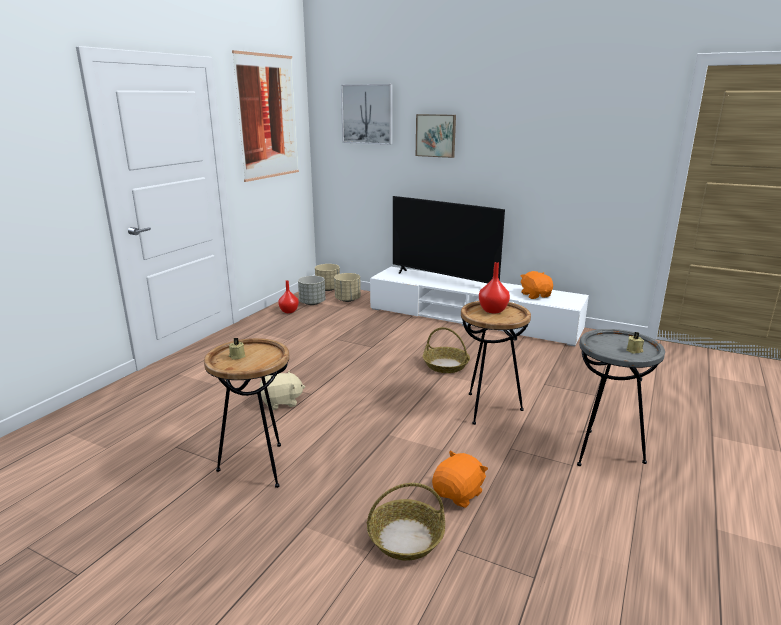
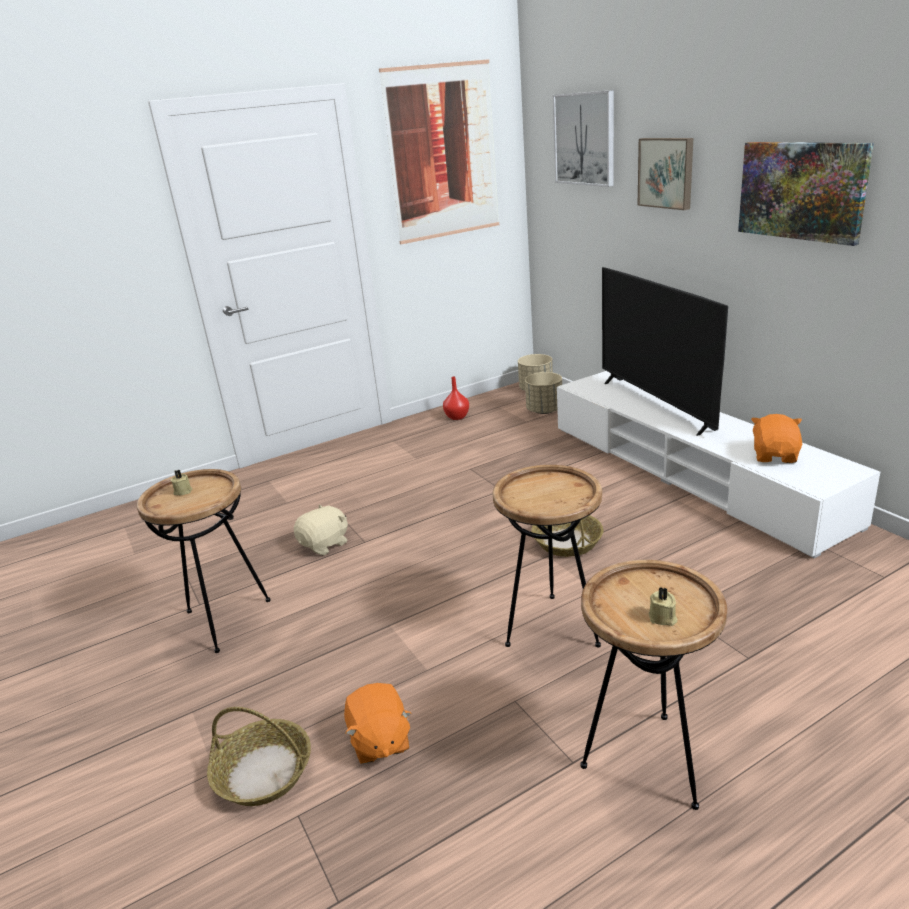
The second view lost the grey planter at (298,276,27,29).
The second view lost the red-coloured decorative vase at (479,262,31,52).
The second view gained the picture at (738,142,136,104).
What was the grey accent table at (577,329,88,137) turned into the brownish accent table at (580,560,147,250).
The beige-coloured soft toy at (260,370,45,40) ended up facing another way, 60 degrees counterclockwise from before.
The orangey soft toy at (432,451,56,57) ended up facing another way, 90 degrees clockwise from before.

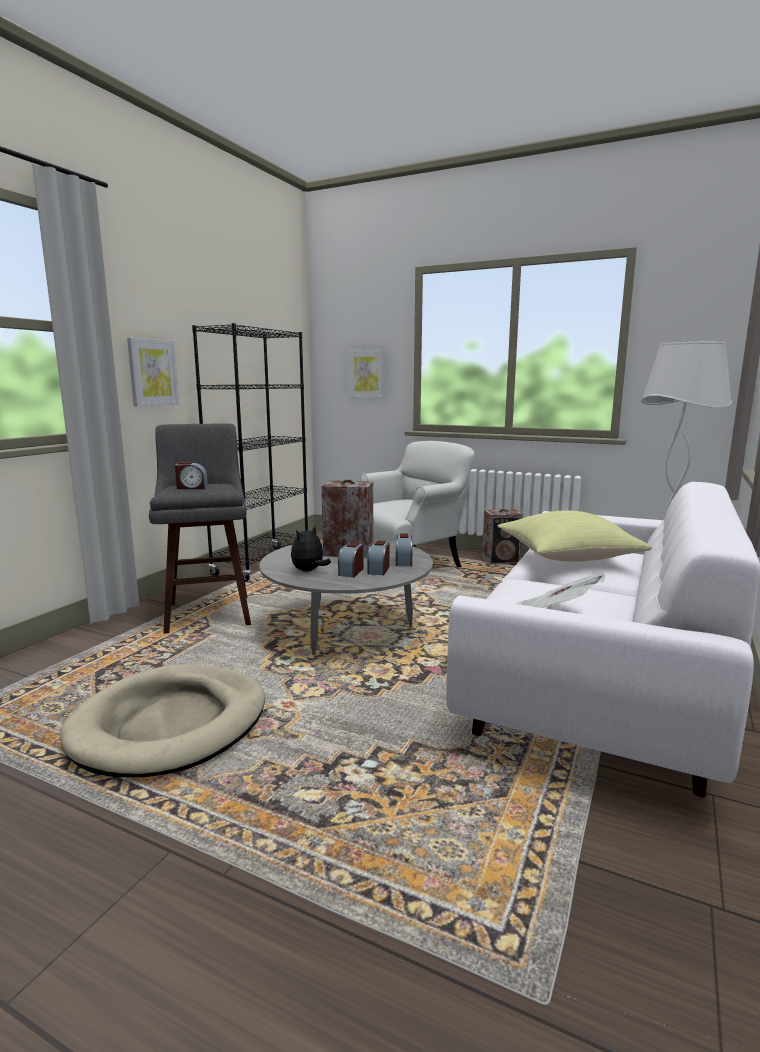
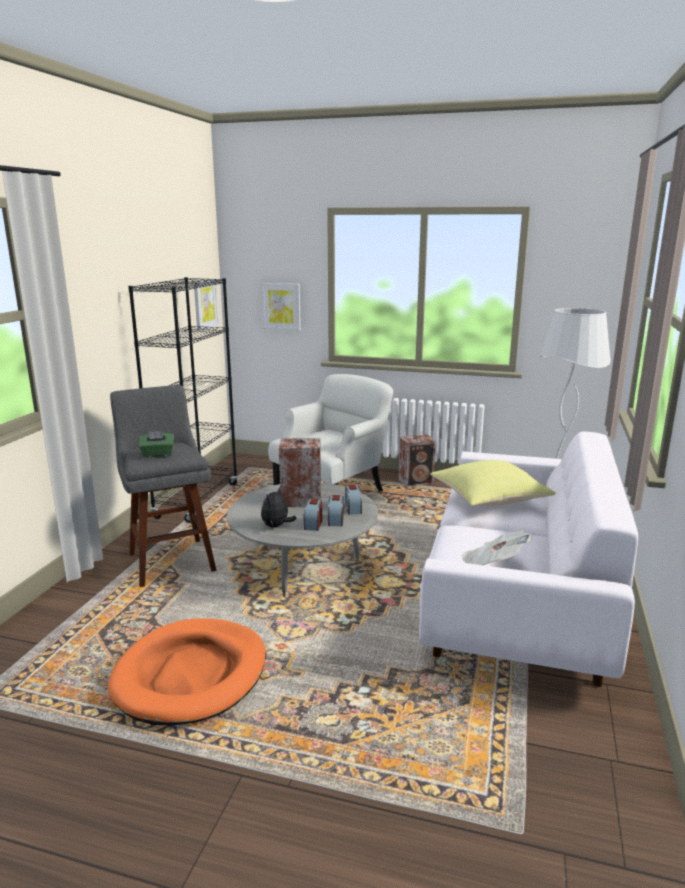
The picture ended up elsewhere, having gone from (127,338,52,69) to (194,279,25,52).
Where the table clock stood at (175,462,33,27), the greenish box of tissues came to stand at (139,431,35,27).
What was the beige-coloured pet bed at (60,664,205,113) turned into the orangey pet bed at (108,618,158,108).

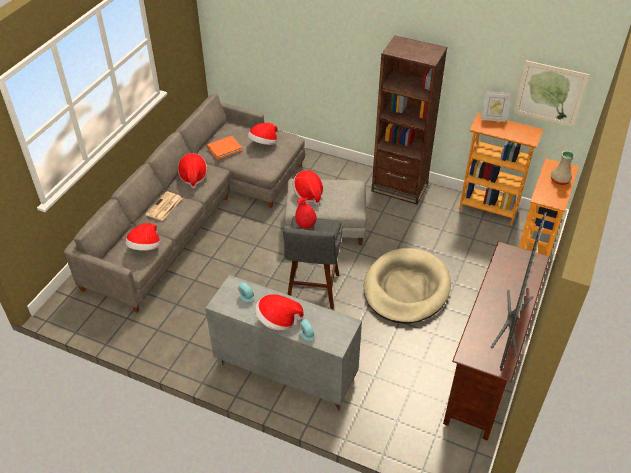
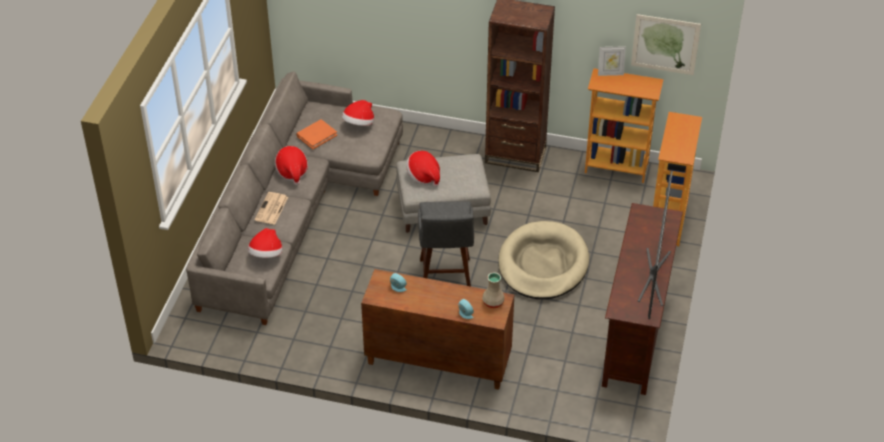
The second view lost the wearable hat at (255,294,49,37).
The second view lost the red-coloured decorative vase at (295,198,21,31).
The beige-coloured decorative vase ended up elsewhere, having gone from (551,151,23,34) to (482,272,23,36).
What was the grey cupboard at (205,275,157,136) turned into the brownish cupboard at (361,269,153,121).

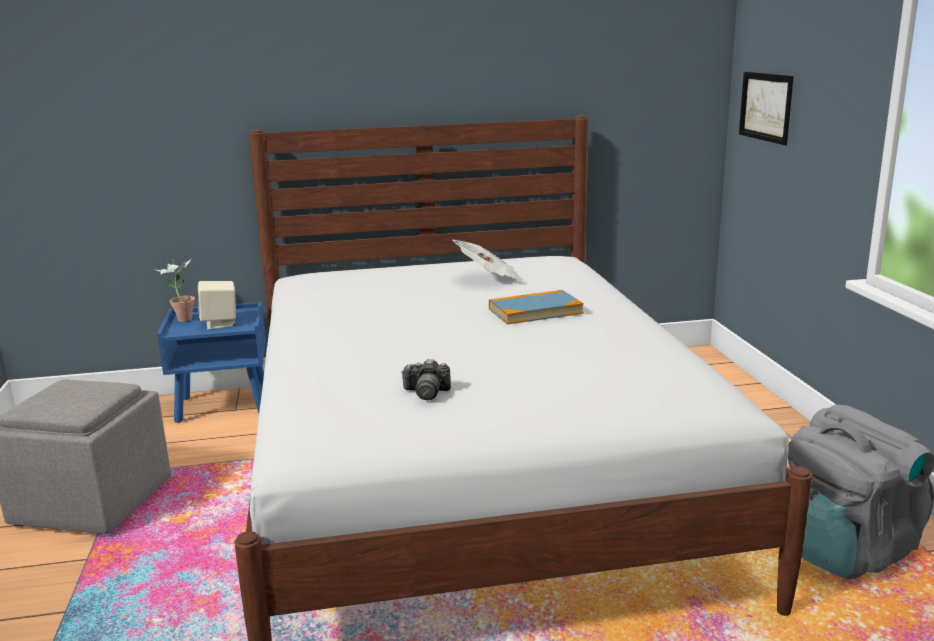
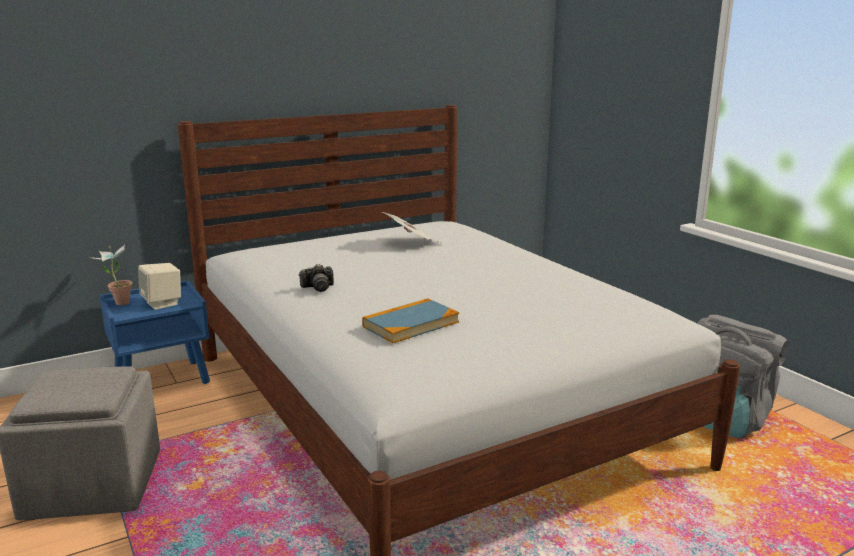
The second view lost the picture at (739,72,55,73).
The still camera ended up elsewhere, having gone from (401,359,50,41) to (299,264,35,28).
The volume ended up elsewhere, having gone from (489,290,95,35) to (362,298,97,45).

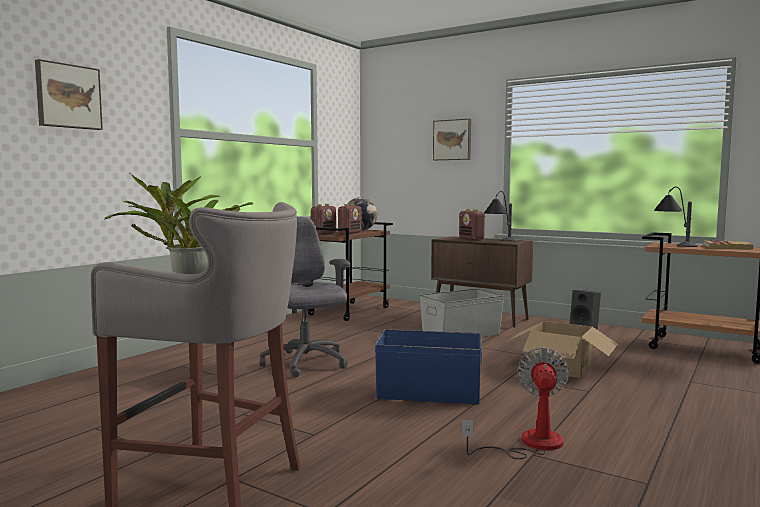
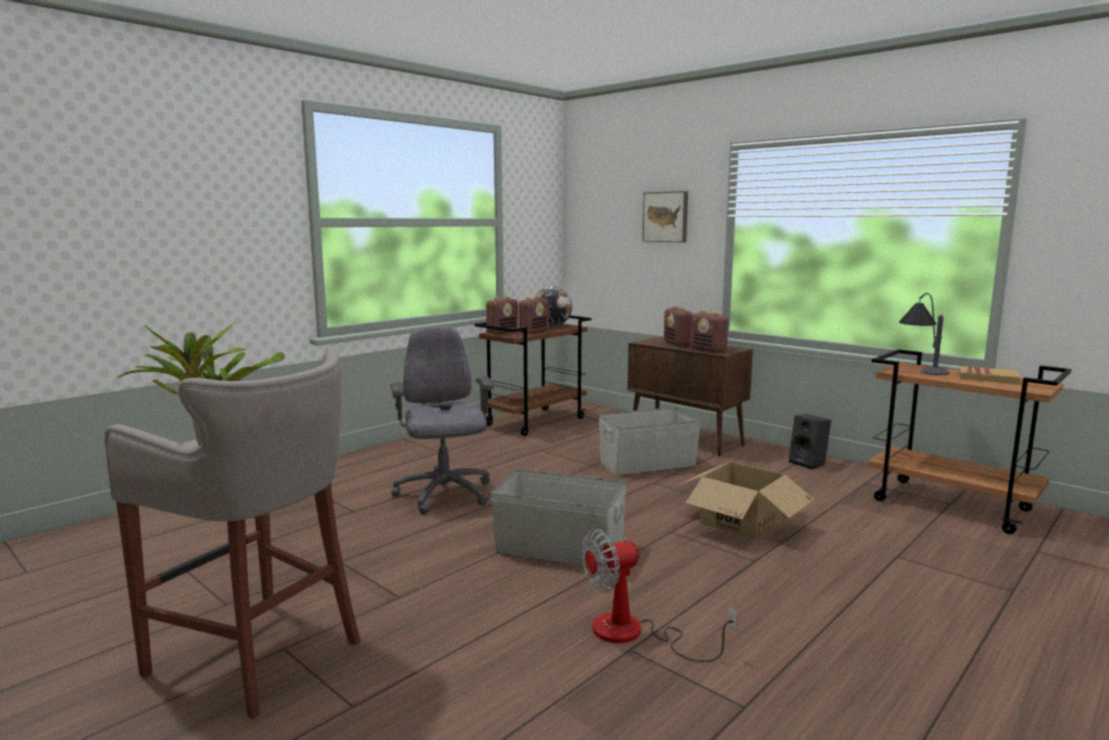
The second view lost the picture at (35,59,68,71).
Where the lamp for a table stood at (484,191,34,50), the radio receiver came to stand at (691,310,38,43).
What was the blue-coloured storage box at (375,329,107,75) turned into the grey storage box at (491,469,135,98).
The electric fan at (461,347,108,112) ended up facing another way, 135 degrees counterclockwise from before.

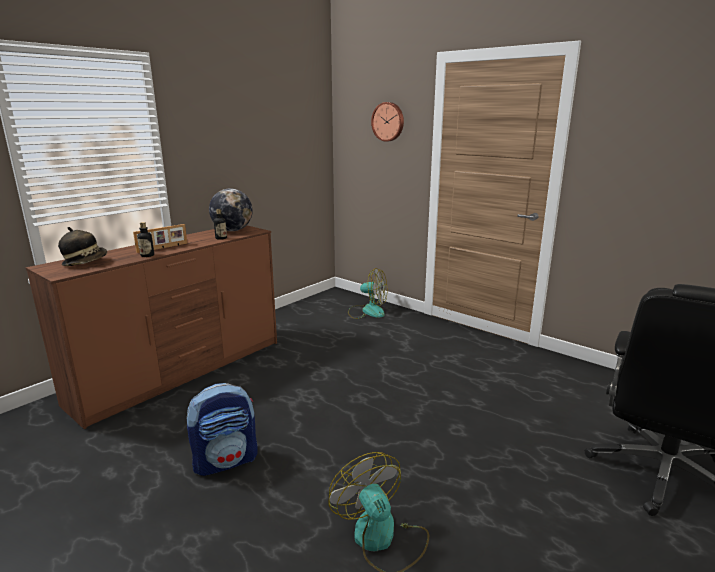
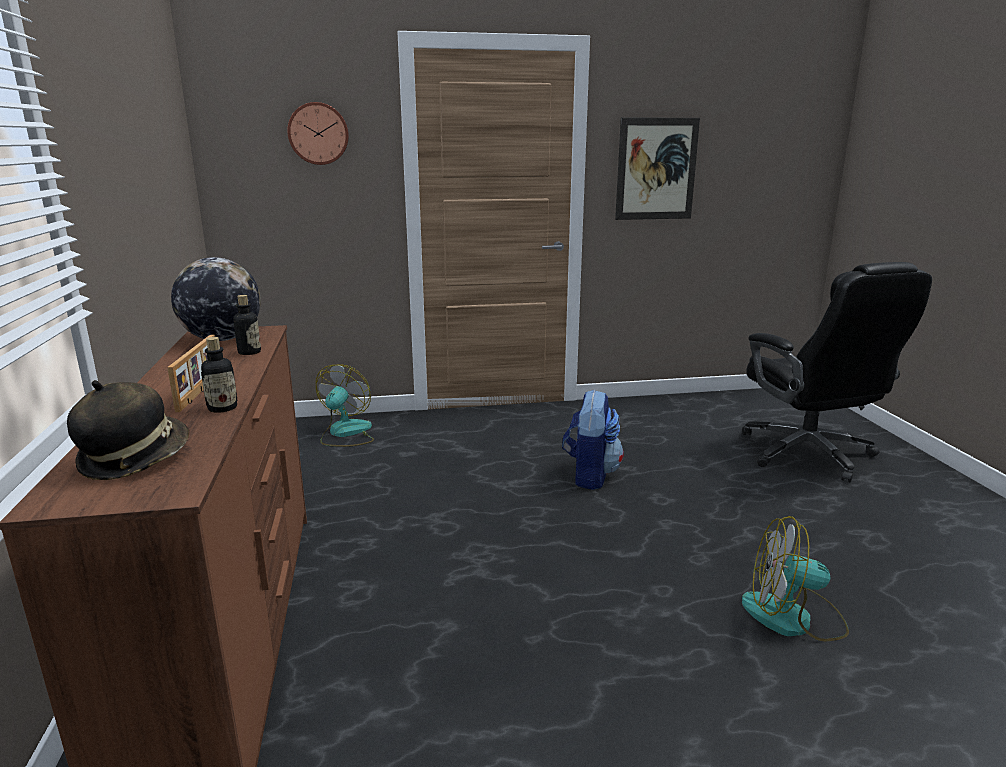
The second view gained the picture at (615,117,85,103).
The knapsack ended up elsewhere, having gone from (186,383,72,93) to (562,390,62,100).
The electric fan at (348,268,39,51) ended up facing another way, 45 degrees counterclockwise from before.

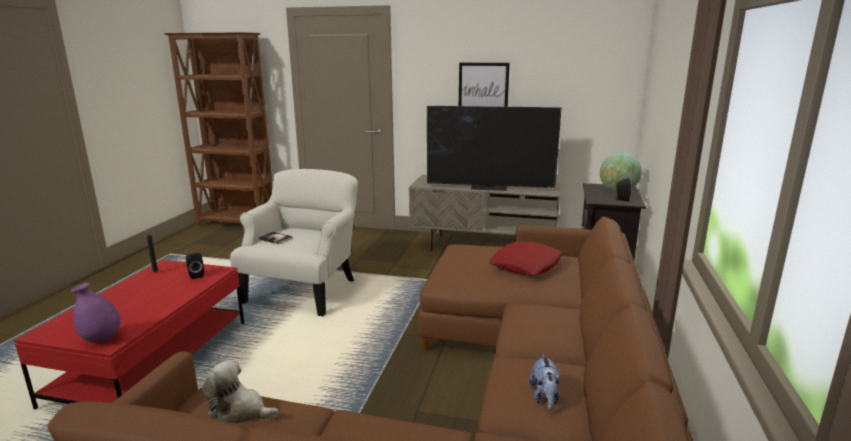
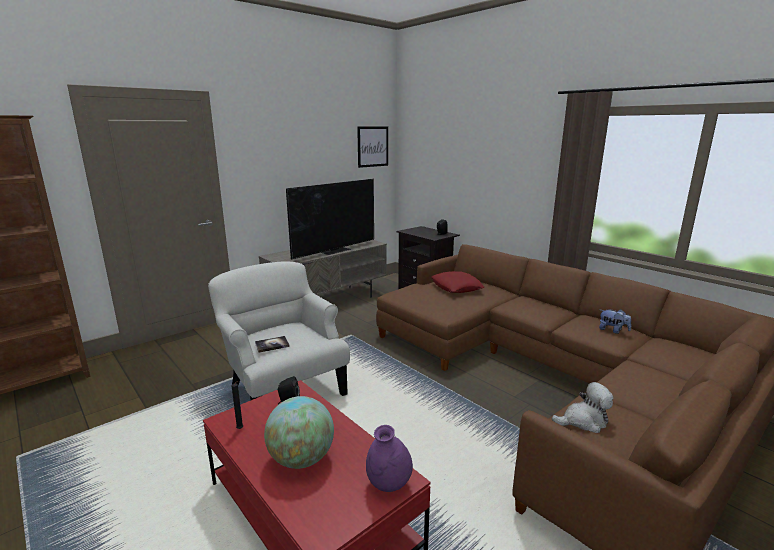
The picture ended up elsewhere, having gone from (459,63,51,44) to (357,127,31,41).
The globe ended up elsewhere, having gone from (600,153,42,39) to (264,396,70,73).
The soft toy at (202,361,77,63) ended up facing another way, 150 degrees counterclockwise from before.

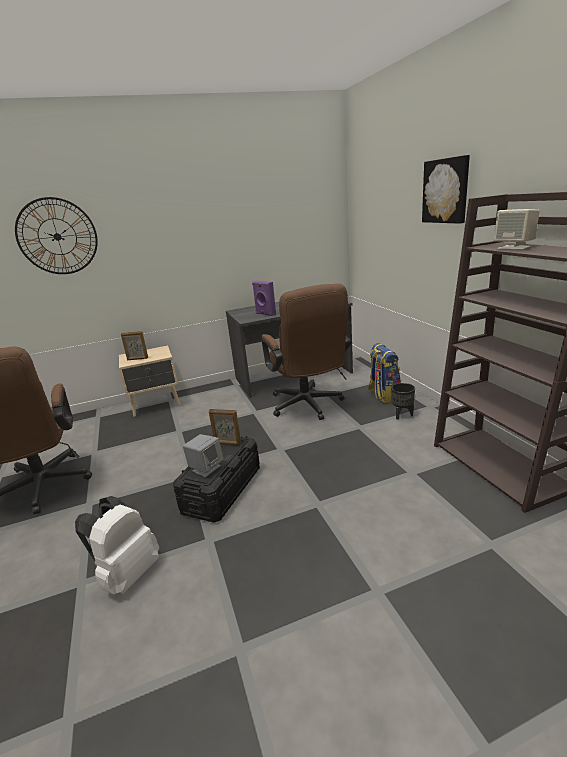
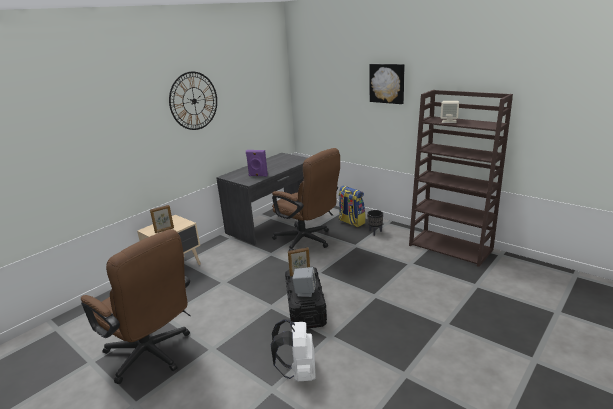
The wall clock ended up elsewhere, having gone from (15,197,83,77) to (169,72,48,58).

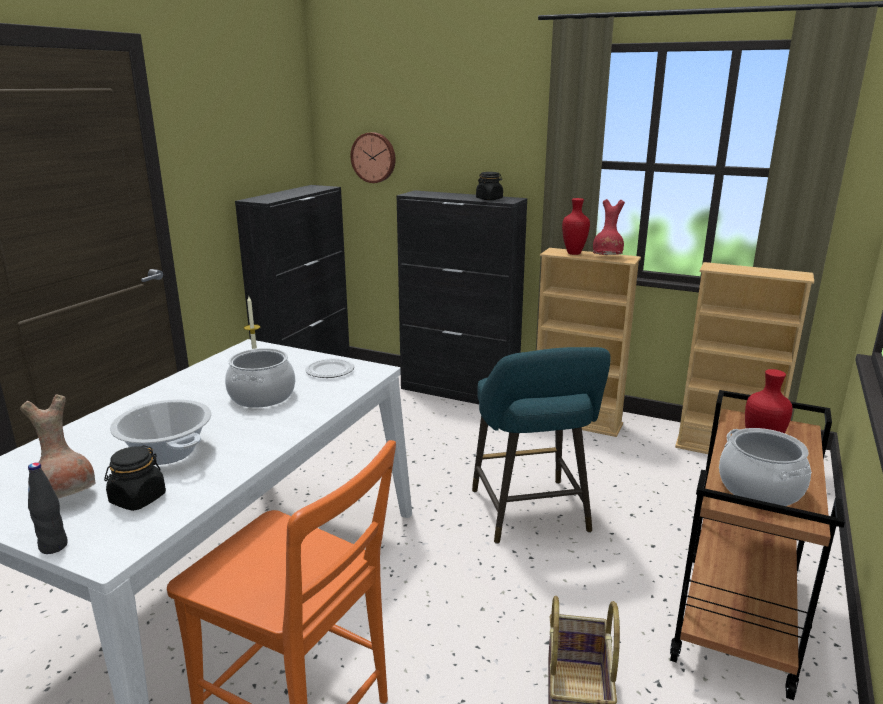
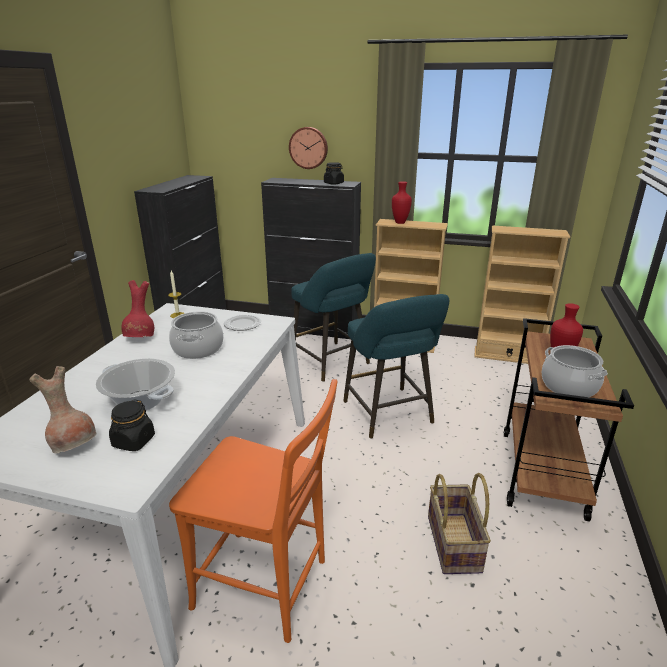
The second view lost the blackish bottle at (28,462,40,92).
The second view gained the turquoise stool at (291,253,85,129).
The wall clock ended up elsewhere, having gone from (350,132,46,51) to (289,127,39,42).
The red-coloured decorative vase ended up elsewhere, having gone from (593,199,32,56) to (121,280,33,57).

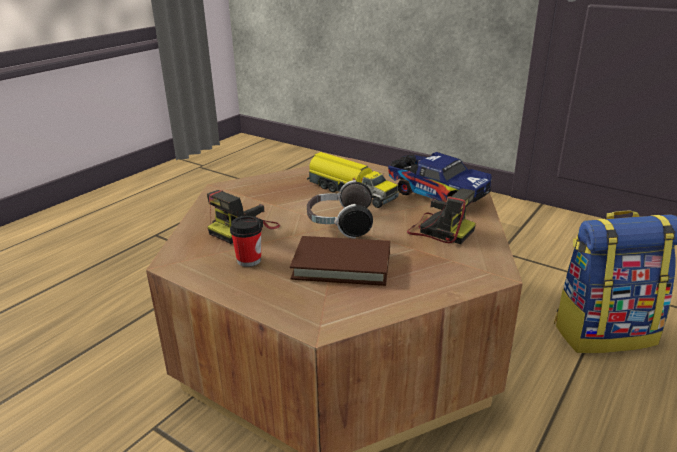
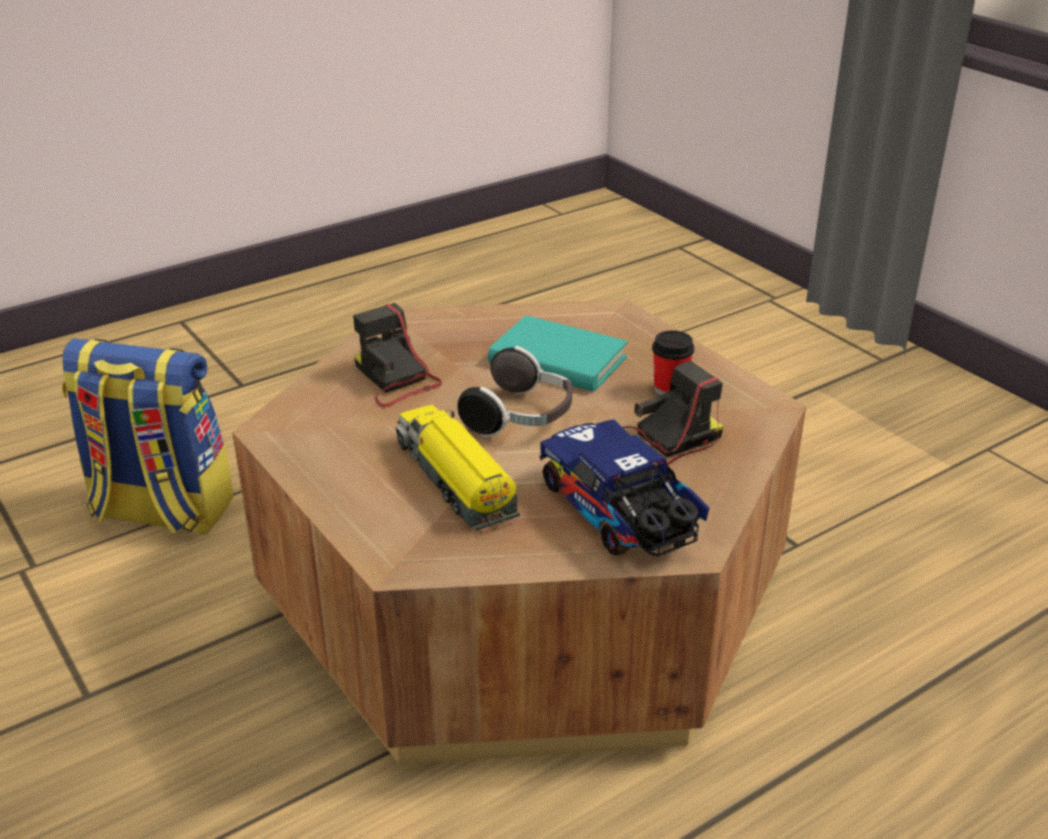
The toy truck ended up elsewhere, having gone from (388,152,104,56) to (540,419,170,137).
What was the brownish volume at (290,236,100,50) turned into the turquoise volume at (488,315,140,77).

